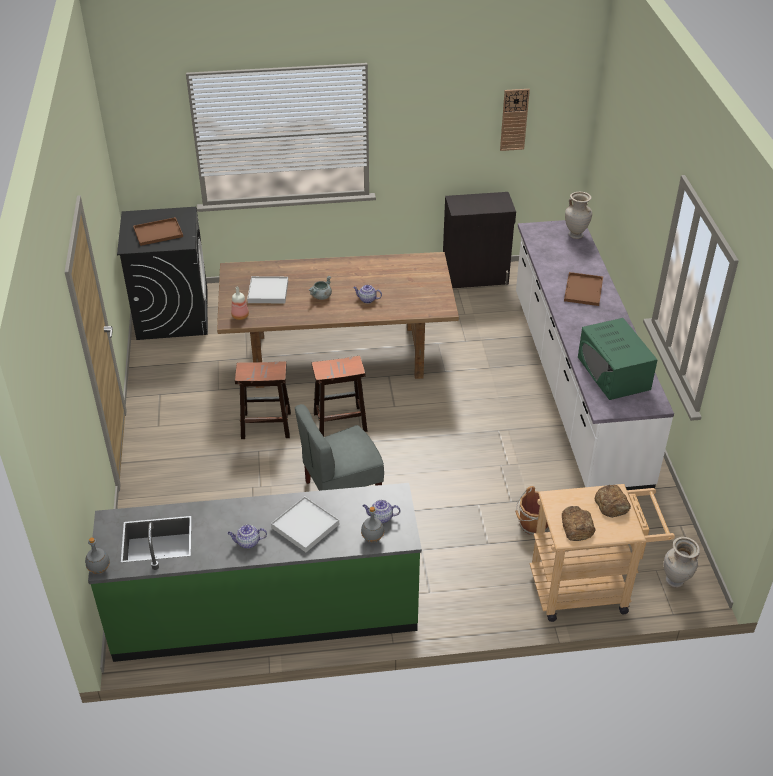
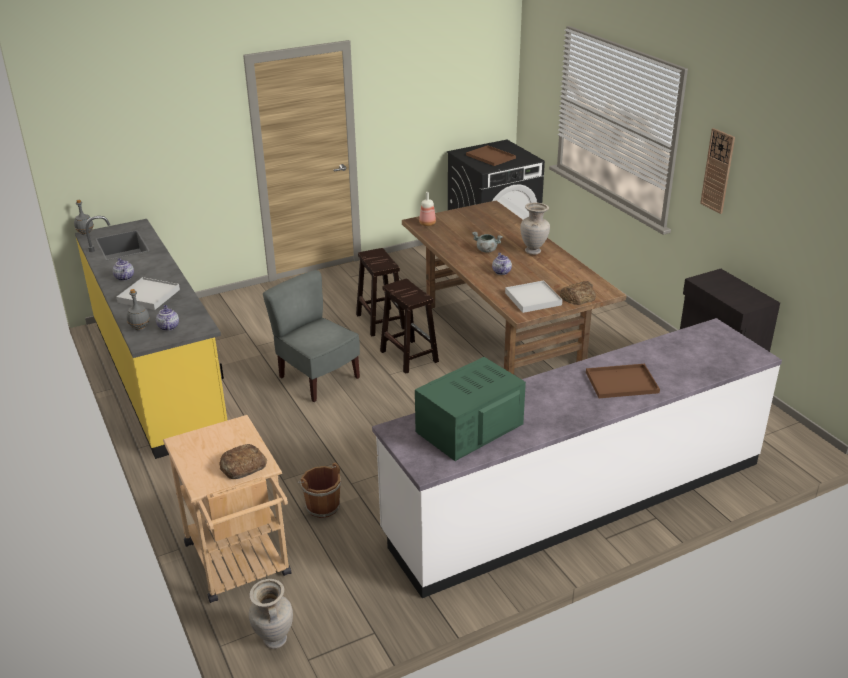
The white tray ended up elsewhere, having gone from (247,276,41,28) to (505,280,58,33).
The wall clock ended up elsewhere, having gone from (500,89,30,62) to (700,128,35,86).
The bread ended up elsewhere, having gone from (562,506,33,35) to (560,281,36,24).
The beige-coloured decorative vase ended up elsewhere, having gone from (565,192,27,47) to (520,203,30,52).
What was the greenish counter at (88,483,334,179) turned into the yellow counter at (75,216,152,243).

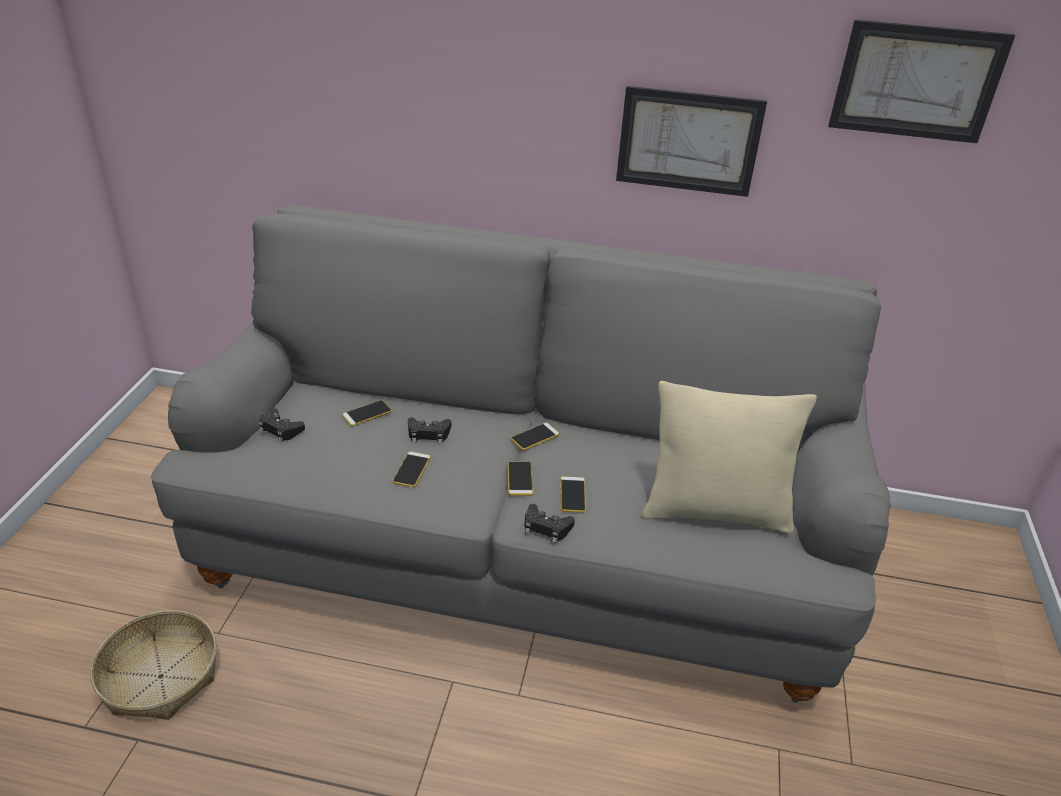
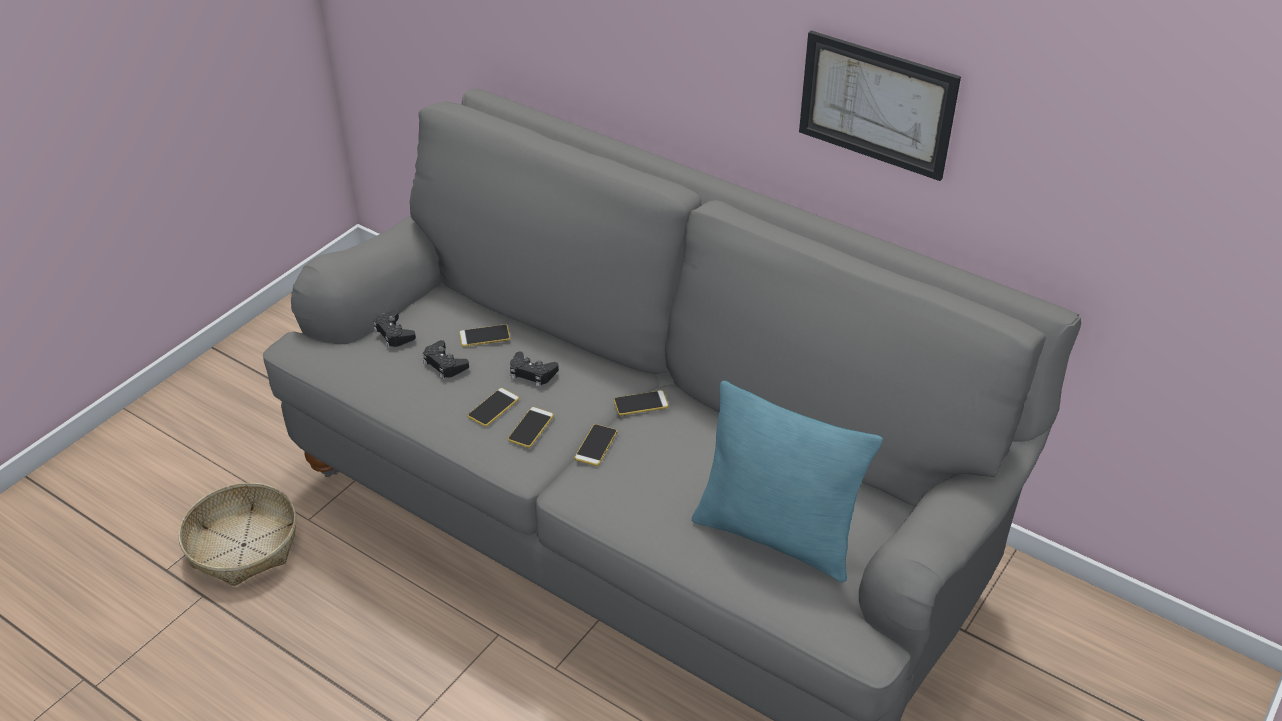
The second view lost the picture at (828,20,187,123).
The blackish game controller ended up elsewhere, having gone from (525,504,50,39) to (423,340,46,39).
The handset ended up elsewhere, having gone from (560,476,26,37) to (508,407,46,41).
What was the beige-coloured pillow at (642,381,175,152) turned into the turquoise pillow at (692,381,191,202).

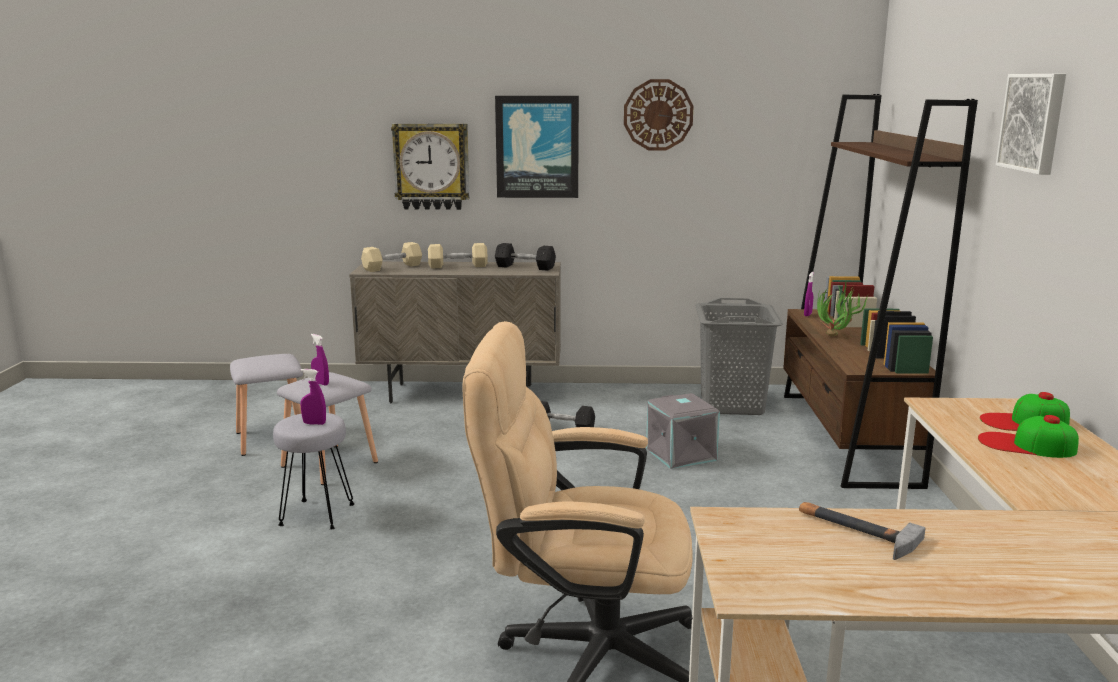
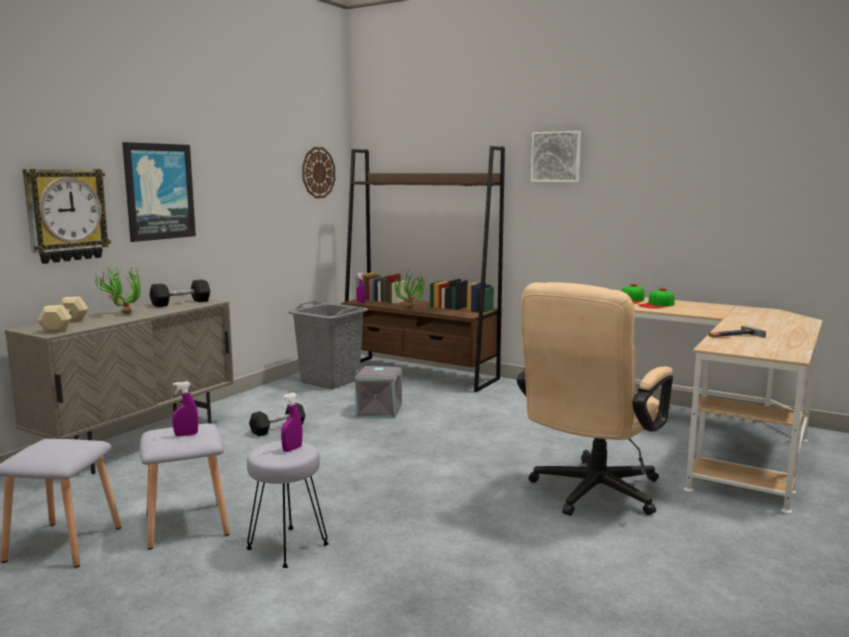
The wall clock ended up elsewhere, having gone from (624,79,69,71) to (302,147,33,51).
Where the beige-coloured hand weight stood at (428,243,60,25), the potted plant came to stand at (92,265,49,49).

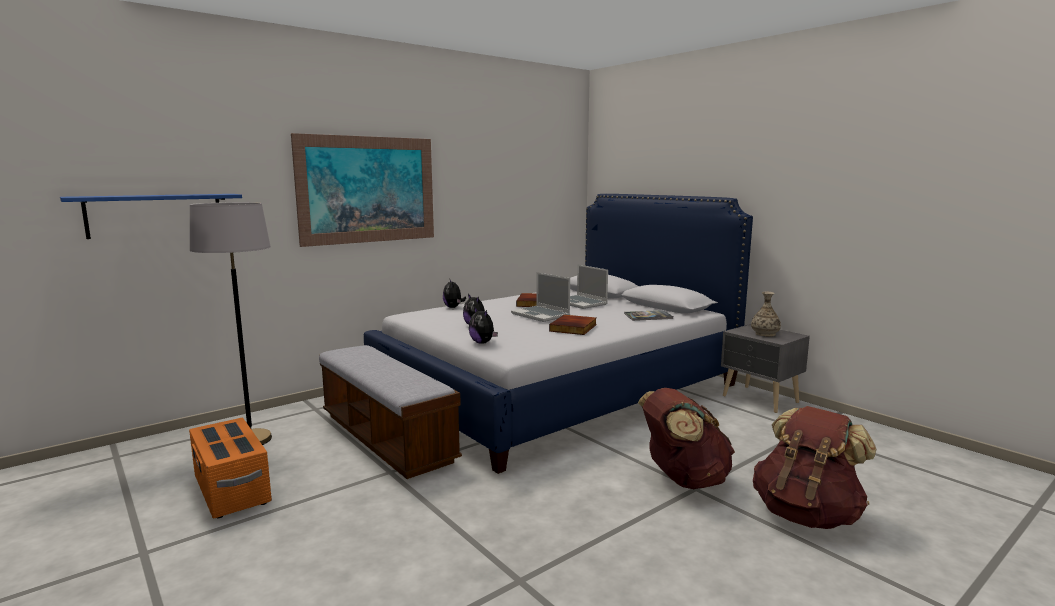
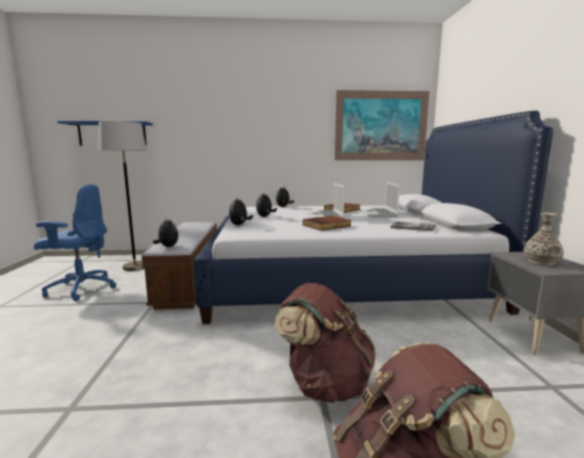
The second view gained the soft toy at (153,218,26,29).
The picture ended up elsewhere, having gone from (291,133,143,114) to (335,90,94,70).
Where the orangey storage box stood at (189,418,83,100), the blue-coloured office chair came to stand at (34,184,82,117).

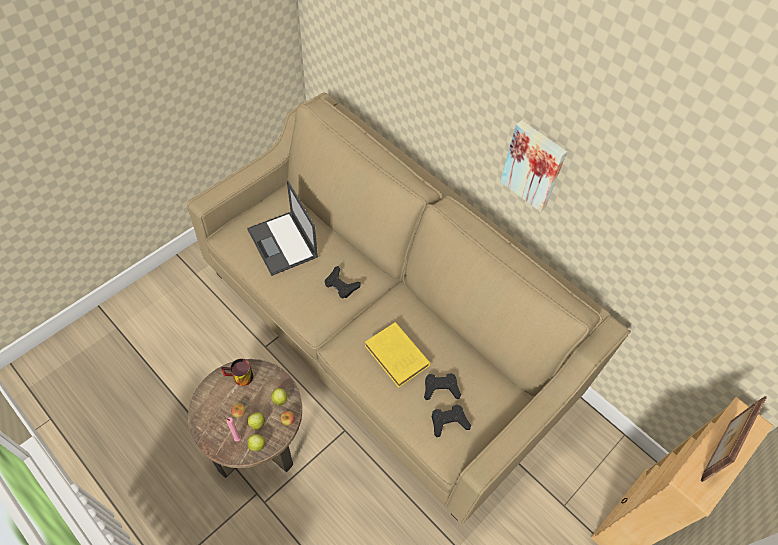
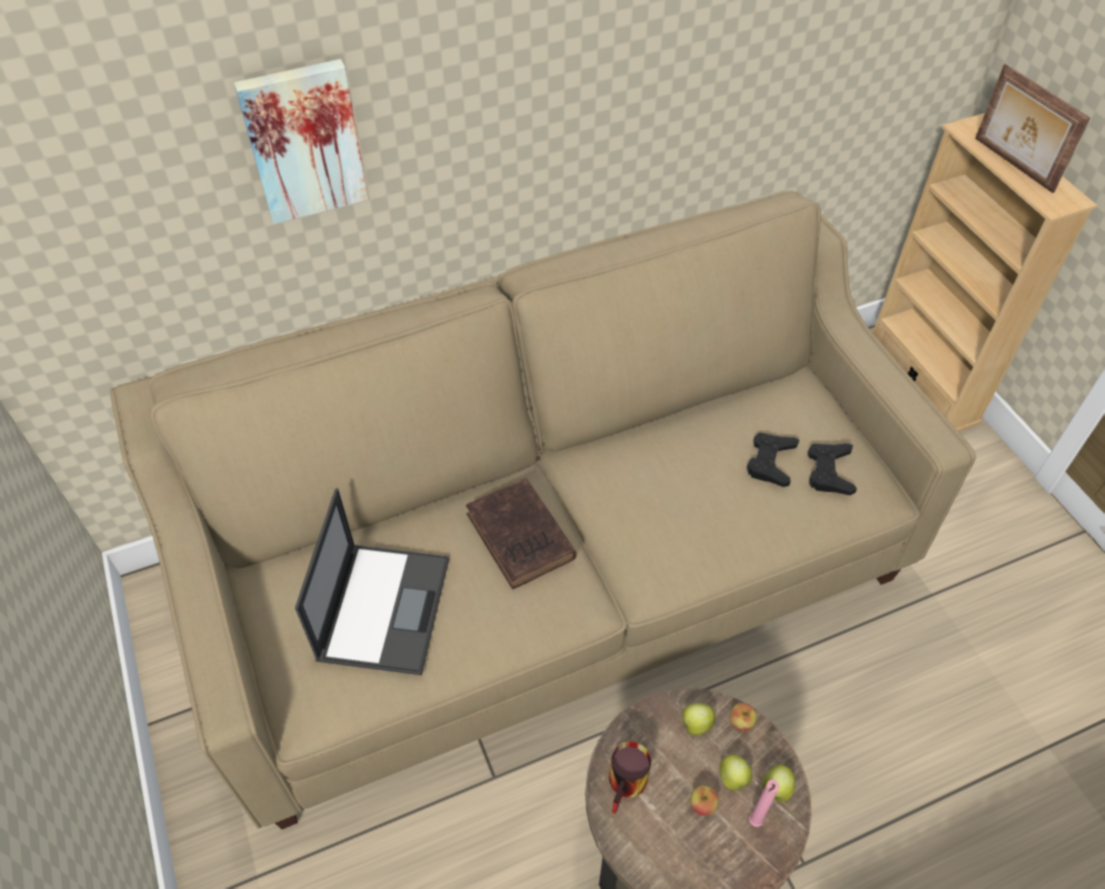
The second view lost the yellow volume at (365,322,66,66).
The picture ended up elsewhere, having gone from (500,120,67,92) to (234,59,135,165).
Where the blackish game controller stood at (324,266,37,33), the brownish volume came to stand at (466,478,111,111).
The notebook computer at (247,180,71,96) ended up facing another way, 75 degrees counterclockwise from before.

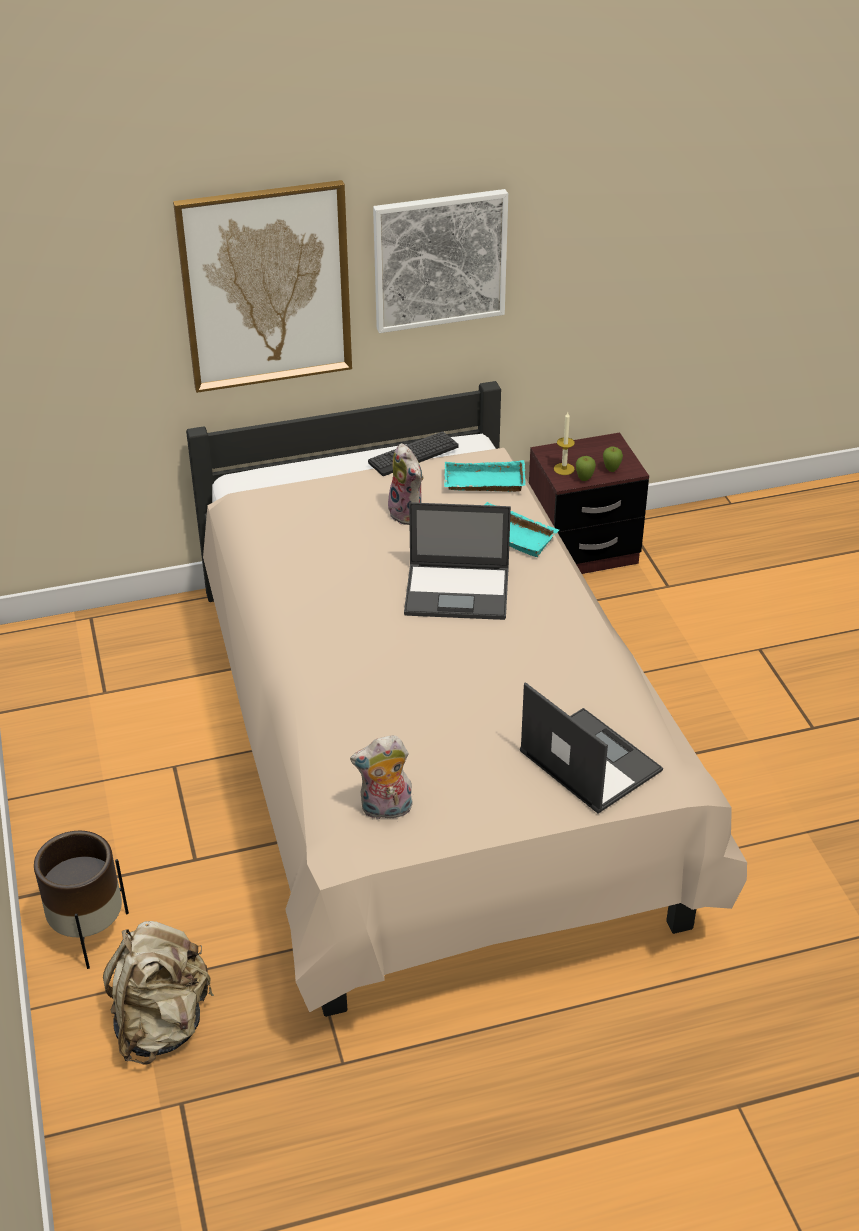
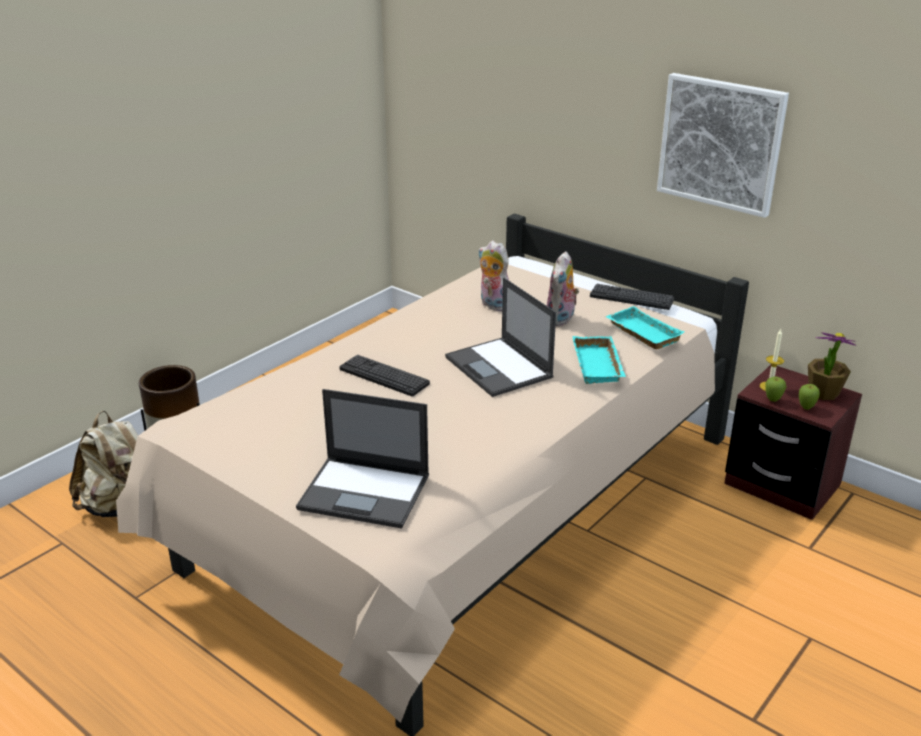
The second view lost the picture at (173,180,179,213).
The second view gained the keyboard at (339,355,91,41).
The second view gained the potted plant at (808,332,49,68).
The soft toy ended up elsewhere, having gone from (350,735,63,85) to (479,241,30,70).
The notebook computer at (520,682,143,132) ended up facing another way, 90 degrees clockwise from before.

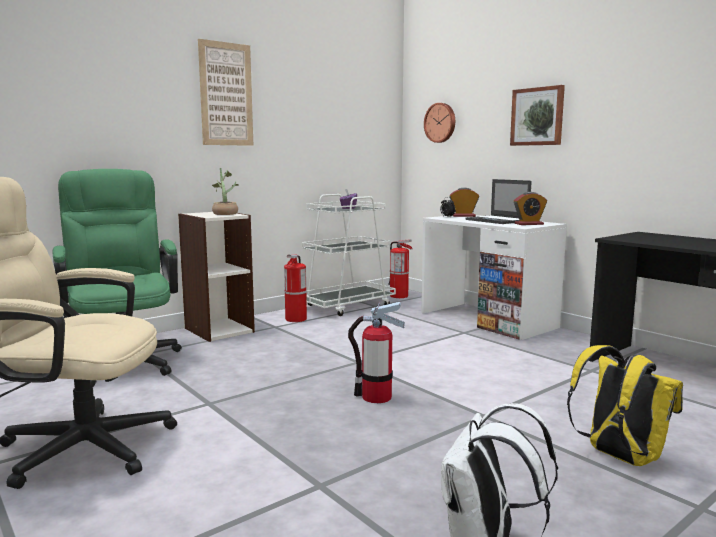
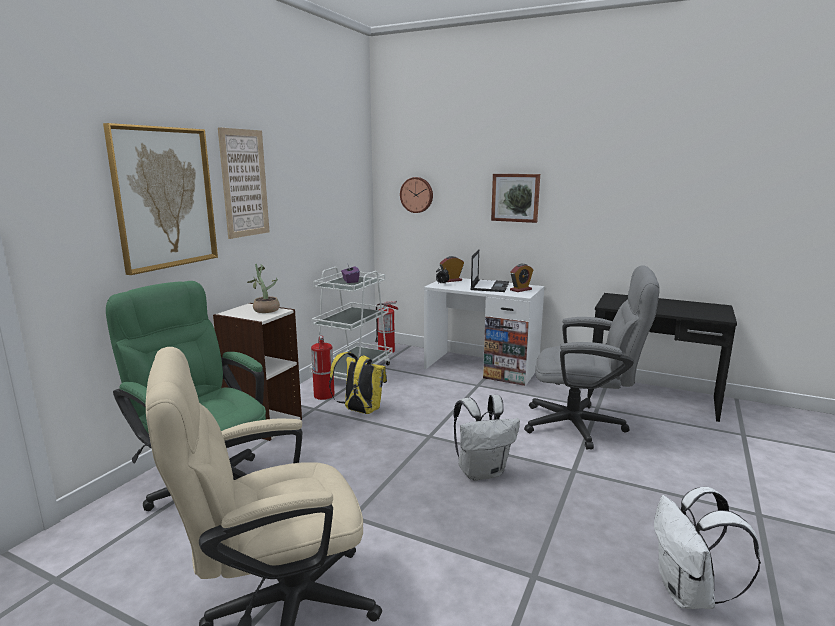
The second view gained the picture at (103,123,115,152).
The second view gained the grey office chair at (524,265,136,185).
The yellow knapsack ended up elsewhere, having gone from (567,345,116,121) to (329,352,58,62).
Where the fire-fighting cylinder stood at (348,302,57,101), the white knapsack came to stand at (454,395,66,86).
The notebook computer at (465,179,67,45) ended up facing another way, 105 degrees counterclockwise from before.

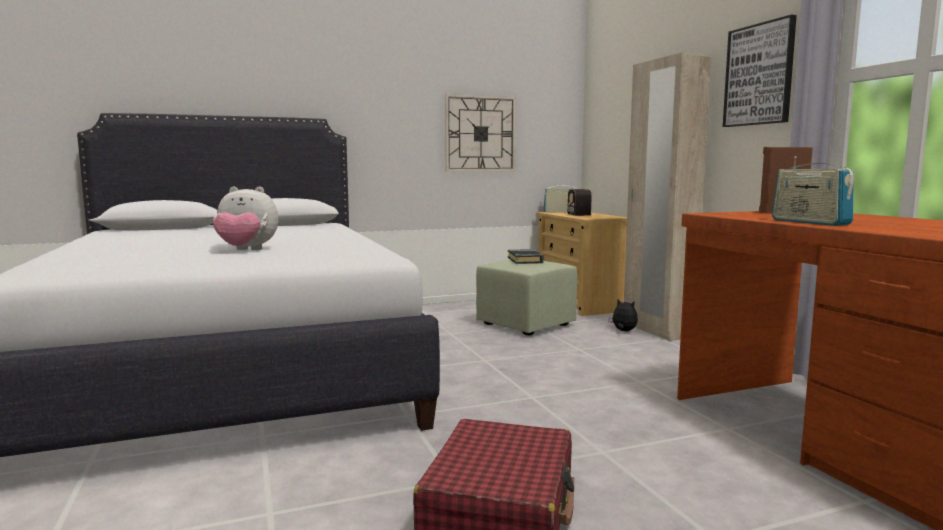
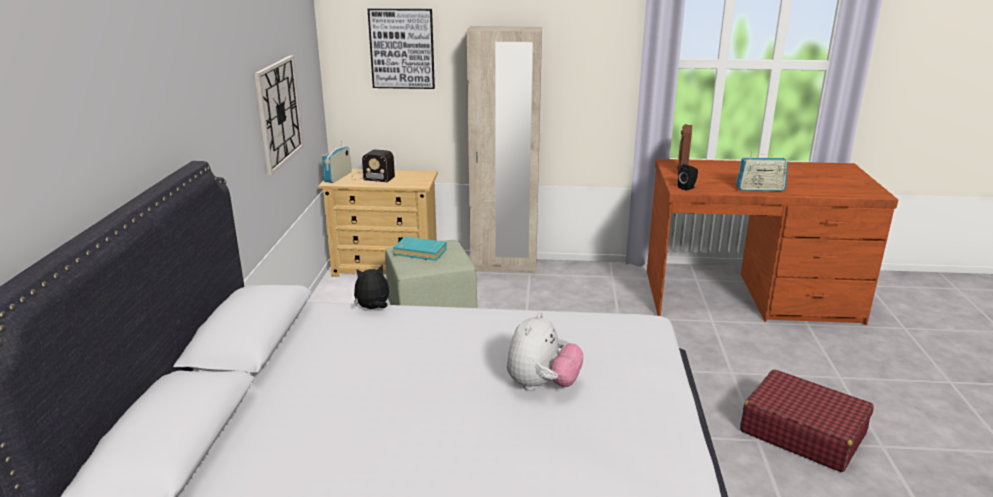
The second view gained the blackish speaker at (678,164,20,27).
The soft toy ended up elsewhere, having gone from (608,299,30,32) to (354,264,35,45).
The picture ended up elsewhere, having gone from (723,14,74,113) to (368,8,67,81).
What was the blackish volume at (508,249,36,15) turned into the turquoise volume at (393,236,54,25).

